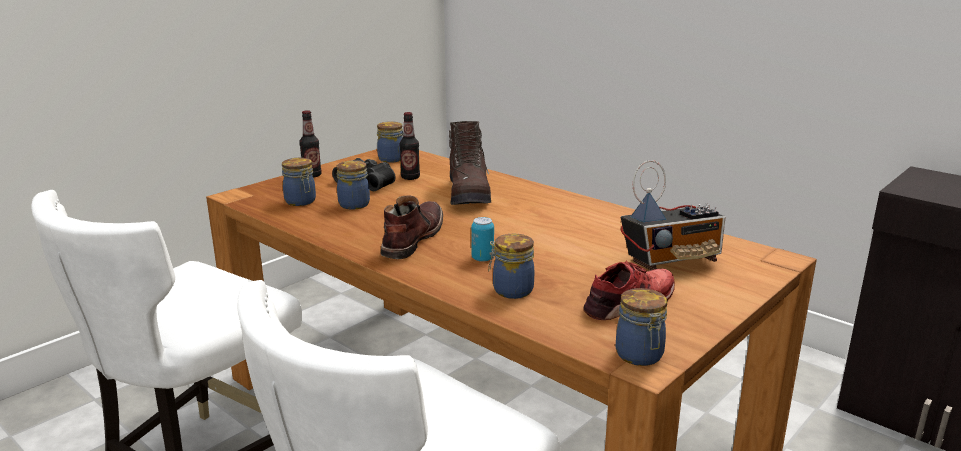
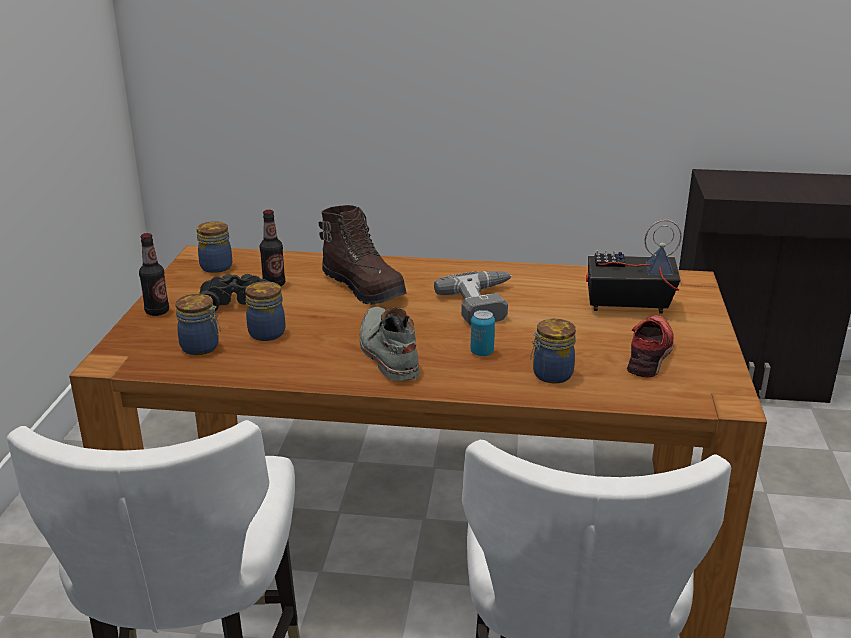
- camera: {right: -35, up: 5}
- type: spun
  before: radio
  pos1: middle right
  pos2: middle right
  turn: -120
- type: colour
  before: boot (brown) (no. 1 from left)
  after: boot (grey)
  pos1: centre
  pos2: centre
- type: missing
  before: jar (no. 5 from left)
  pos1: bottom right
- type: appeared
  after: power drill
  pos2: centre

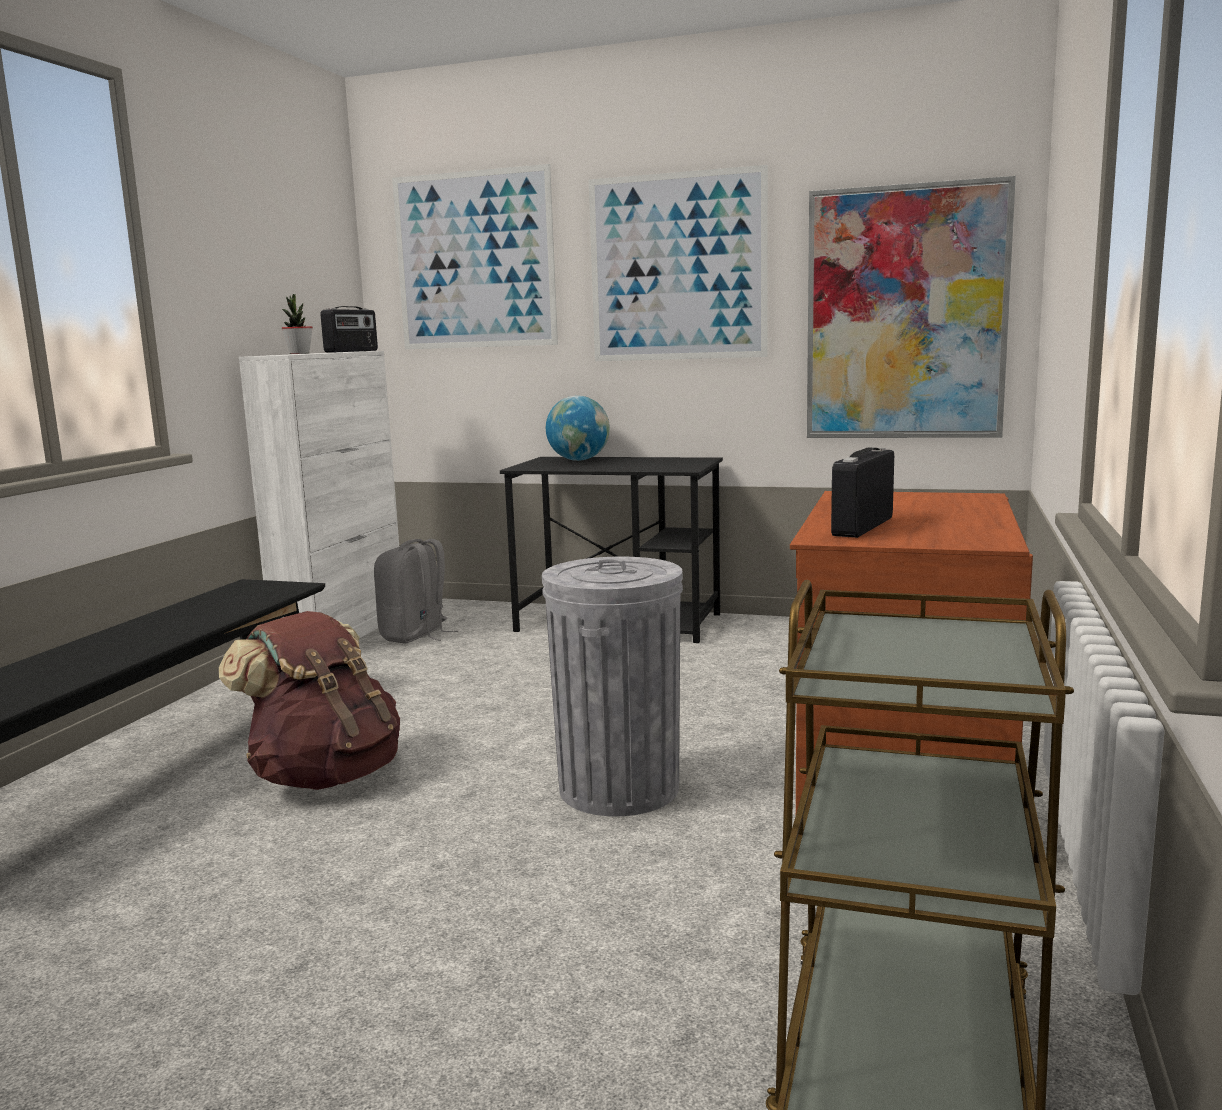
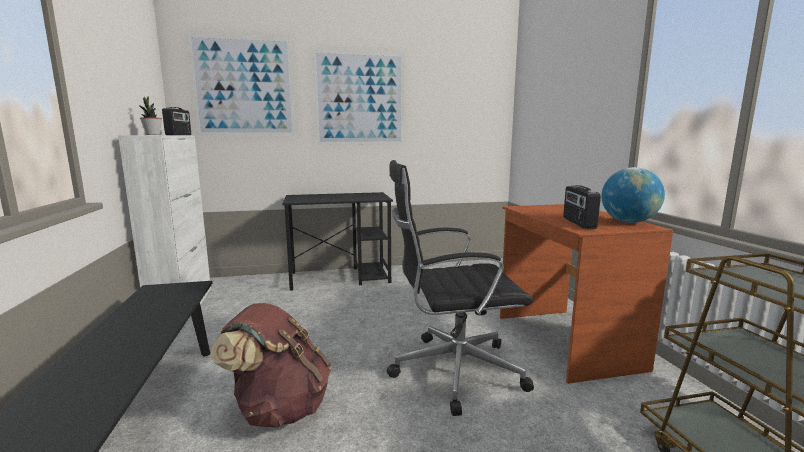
- camera: {right: -30, up: 0}
- type: missing
  before: picture (no. 3 from left)
  pos1: top right
- type: relocated
  before: globe
  pos1: centre
  pos2: middle right
- type: missing
  before: backpack (grey)
  pos1: centre
- type: exchanged
  before: trash can (grey)
  after: office chair (black)
  pos1: centre
  pos2: centre

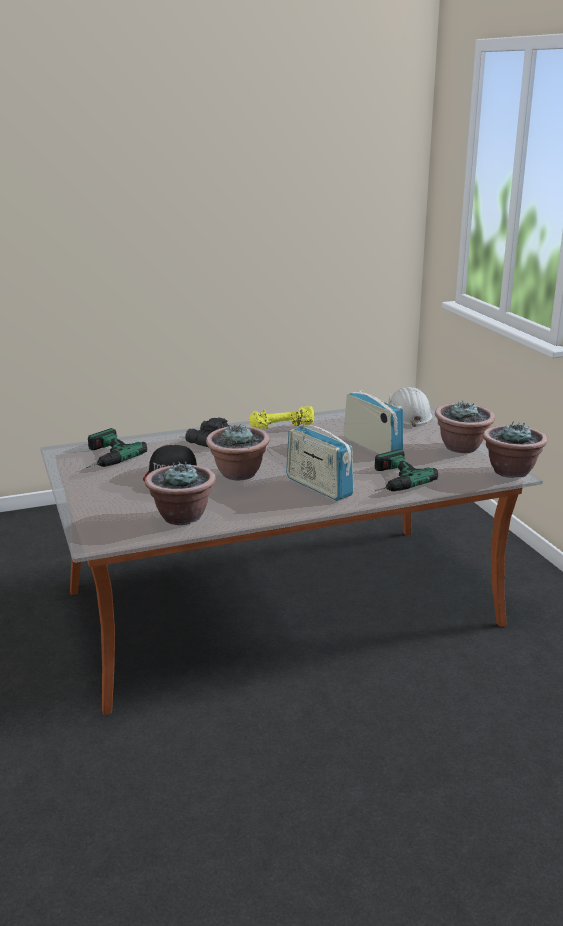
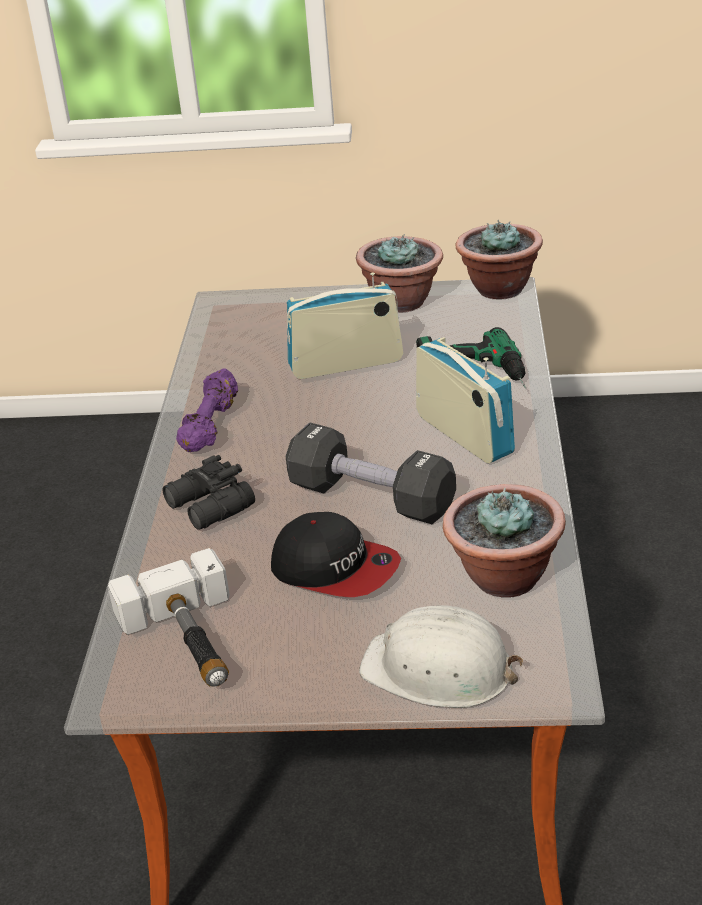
- camera: {right: -65, up: 10}
- type: relocated
  before: hard hat (white)
  pos1: middle right
  pos2: bottom centre
- type: colour
  before: dumbbell (yellow)
  after: dumbbell (purple)
  pos1: centre
  pos2: middle left
- type: spun
  before: radio (no. 1 from left in the first image)
  pos1: centre
  pos2: centre
  turn: -105
- type: exchanged
  before: potted plant (no. 2 from left)
  after: dumbbell (black)
  pos1: centre
  pos2: centre
- type: exchanged
  before: power drill (no. 1 from left)
  after: hammer
  pos1: middle left
  pos2: bottom left

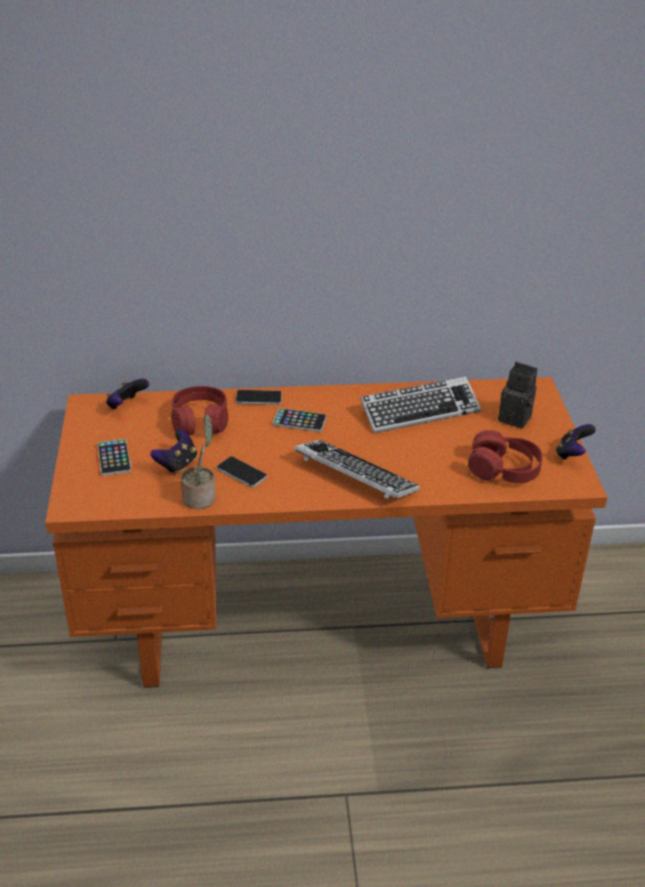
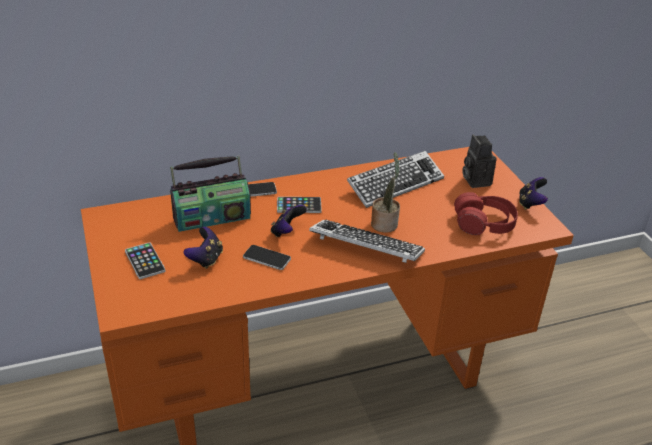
- camera: {right: -15, up: 0}
- type: spun
  before: photo camera
  pos1: middle right
  pos2: middle right
  turn: -120
- type: relocated
  before: game controller (no. 1 from left in the first image)
  after: game controller (no. 2 from left)
  pos1: middle left
  pos2: centre
- type: exchanged
  before: headphones (red) (no. 1 from left)
  after: radio
  pos1: middle left
  pos2: middle left
- type: relocated
  before: potted plant
  pos1: middle left
  pos2: centre

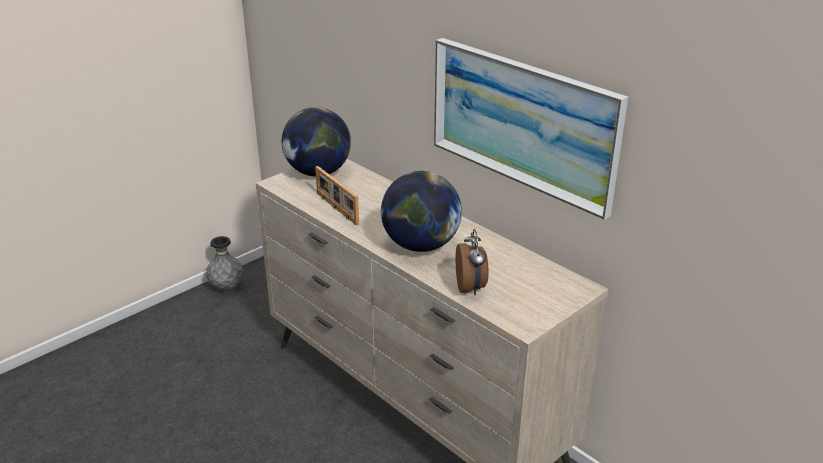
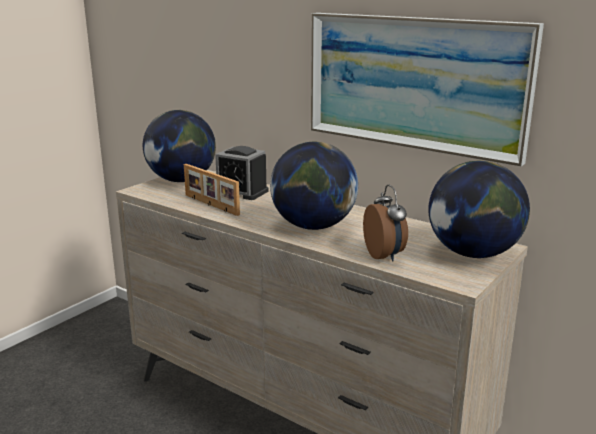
- camera: {right: -10, up: -10}
- type: missing
  before: vase (grey)
  pos1: middle left
- type: appeared
  after: alarm clock (no. 1 from left)
  pos2: centre
- type: appeared
  after: globe (no. 3 from left)
  pos2: middle right

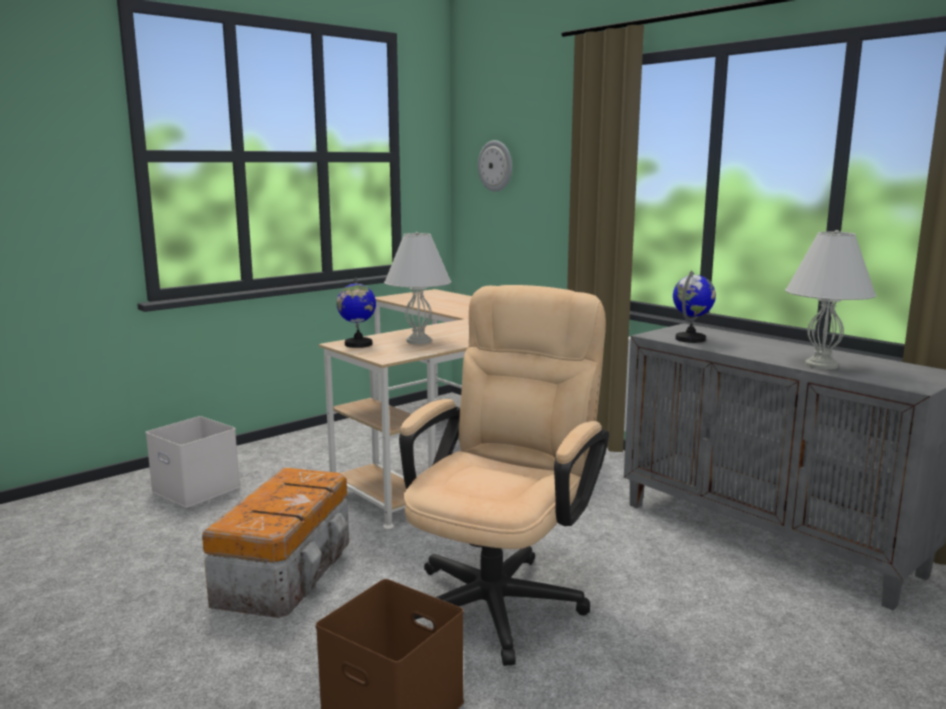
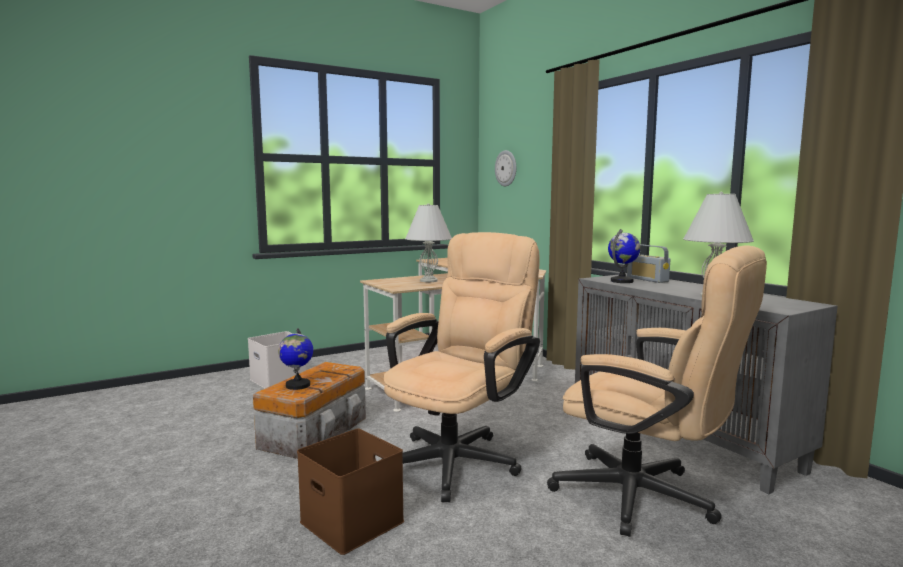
- camera: {right: 10, up: -5}
- type: relocated
  before: globe (no. 1 from left)
  pos1: centre
  pos2: middle left
- type: appeared
  after: radio
  pos2: middle right
- type: appeared
  after: office chair (beige) (no. 2 from left)
  pos2: bottom right

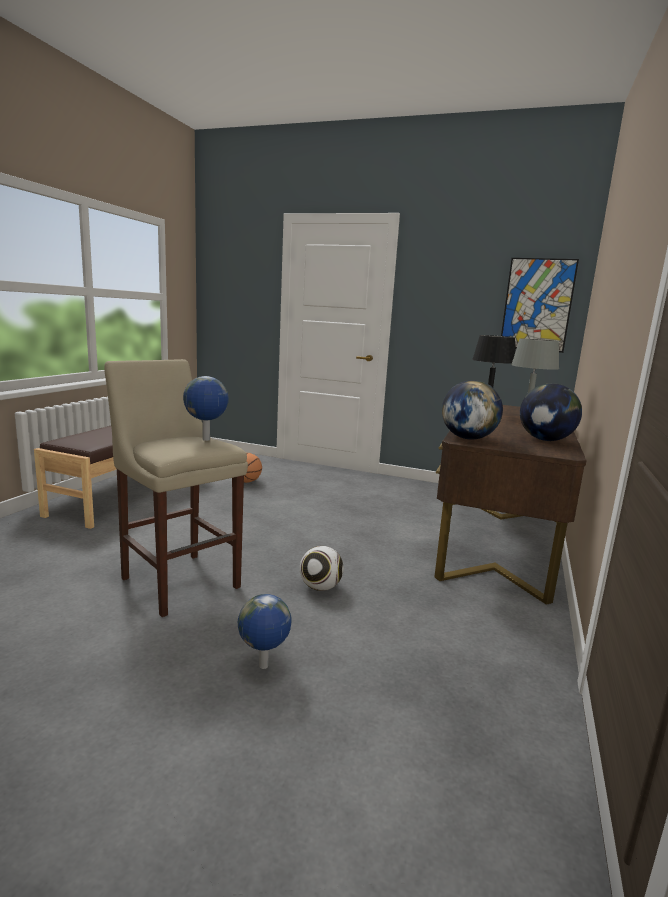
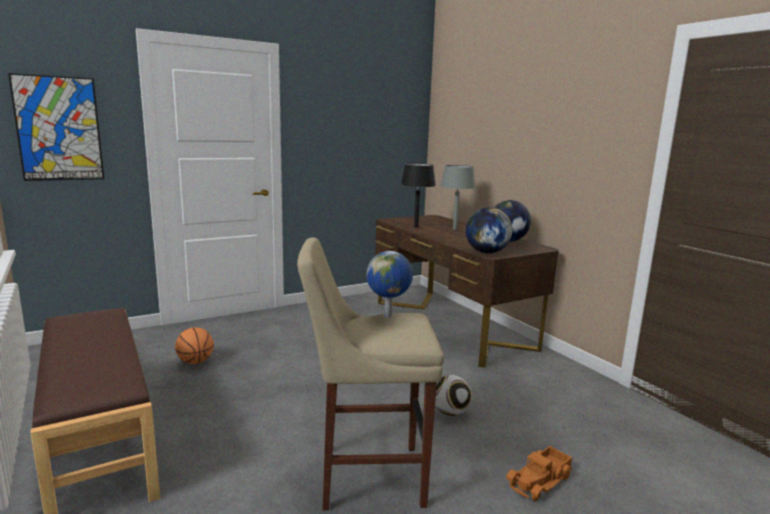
- camera: {right: -50, up: 0}
- type: relocated
  before: picture
  pos1: middle right
  pos2: top left
- type: exchanged
  before: globe (no. 2 from left)
  after: toy truck
  pos1: bottom centre
  pos2: bottom right

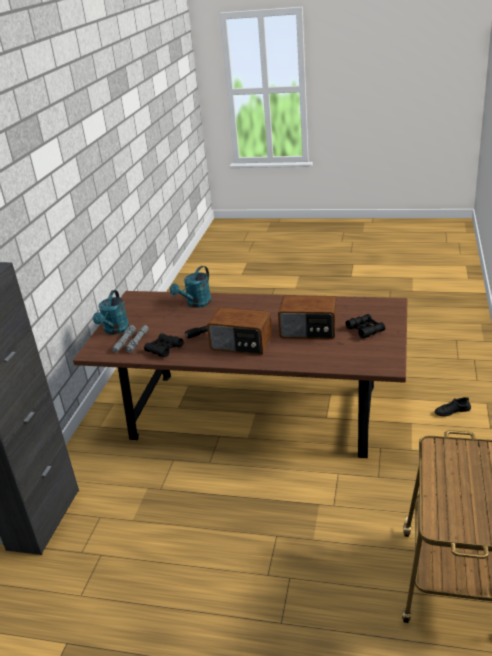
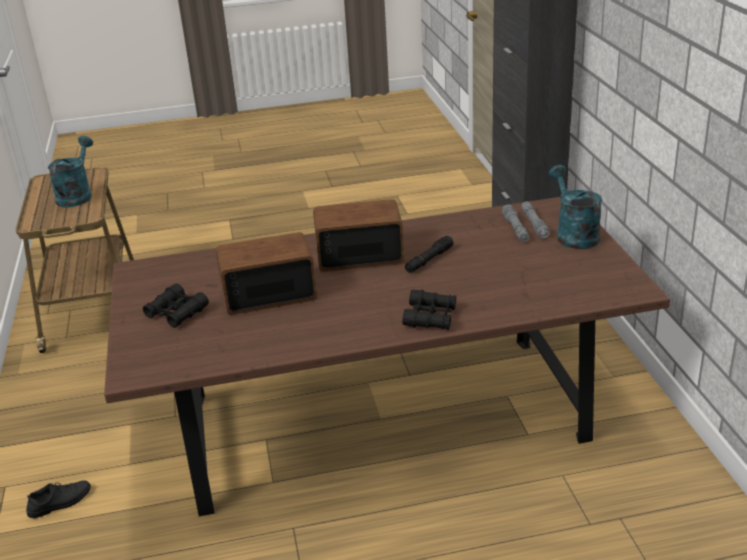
- camera: {right: 155, up: 0}
- type: relocated
  before: watering can (turquoise) (no. 2 from left in the first image)
  after: watering can (turquoise) (no. 1 from left)
  pos1: centre
  pos2: top left
- type: relocated
  before: binoculars (black) (no. 1 from left in the first image)
  after: binoculars (black) (no. 2 from left)
  pos1: middle left
  pos2: centre

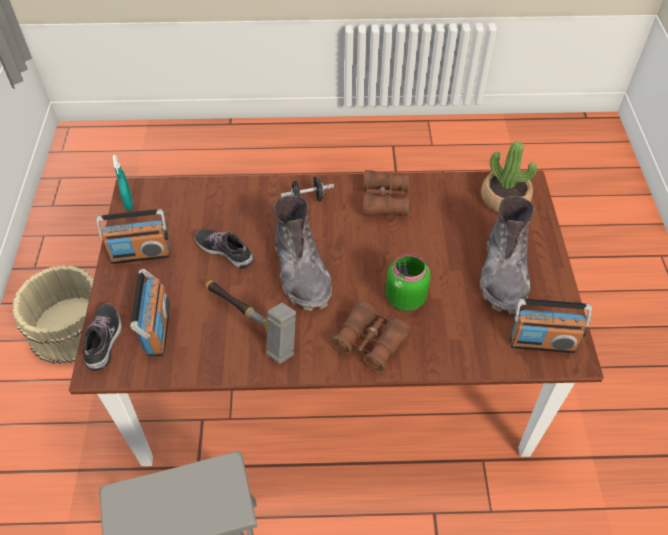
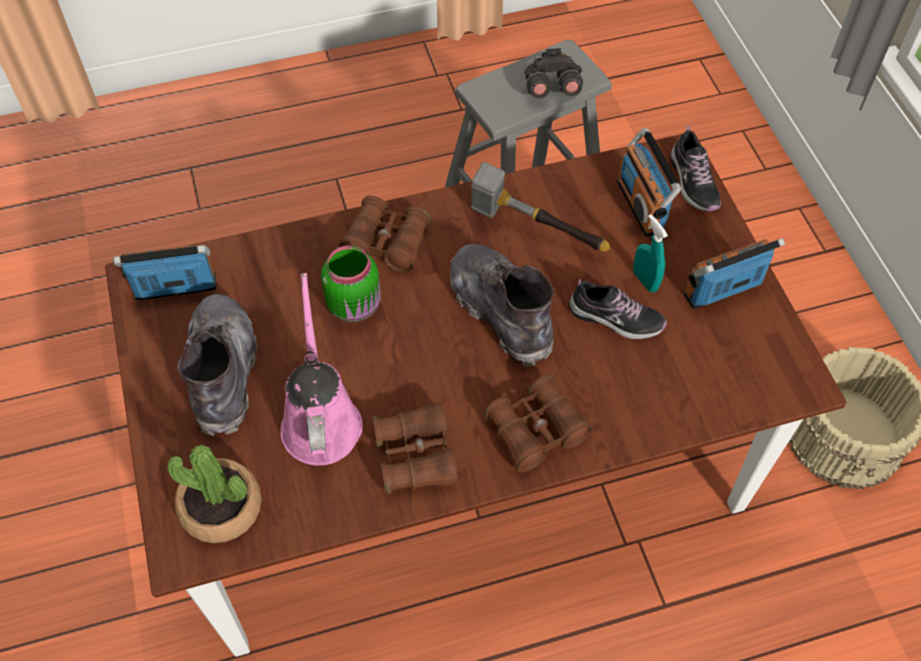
- camera: {right: 165, up: 5}
- type: relocated
  before: spray bottle (turquoise)
  pos1: middle left
  pos2: middle right
- type: exchanged
  before: dumbbell (black)
  after: binoculars (brown) (no. 3 from left)
  pos1: centre
  pos2: centre
- type: appeared
  after: binoculars (grey)
  pos2: top centre
- type: appeared
  after: watering can (pink)
  pos2: centre

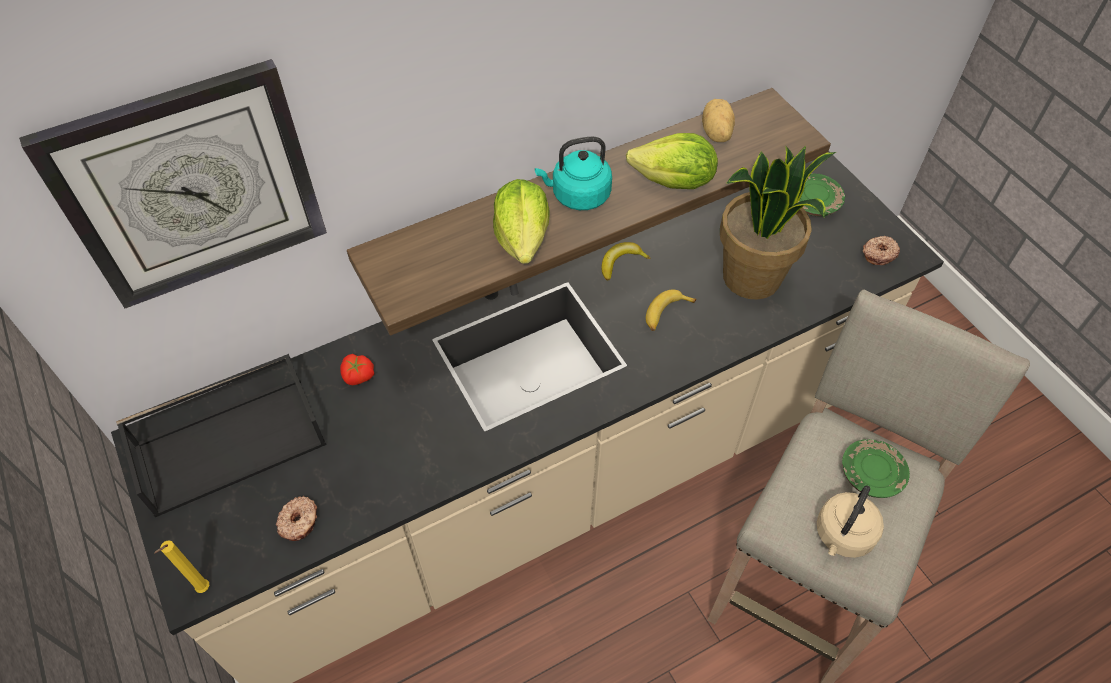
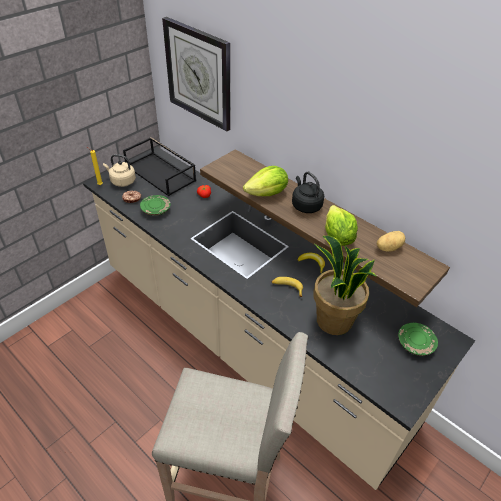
- camera: {right: 70, up: -10}
- type: colour
  before: kettle (turquoise)
  after: kettle (black)
  pos1: top centre
  pos2: centre
- type: missing
  before: donut (no. 2 from left)
  pos1: middle right
- type: relocated
  before: plate (green) (no. 2 from left in the first image)
  after: plate (green) (no. 1 from left)
  pos1: bottom right
  pos2: middle left
- type: relocated
  before: kettle (beige)
  pos1: bottom right
  pos2: middle left

